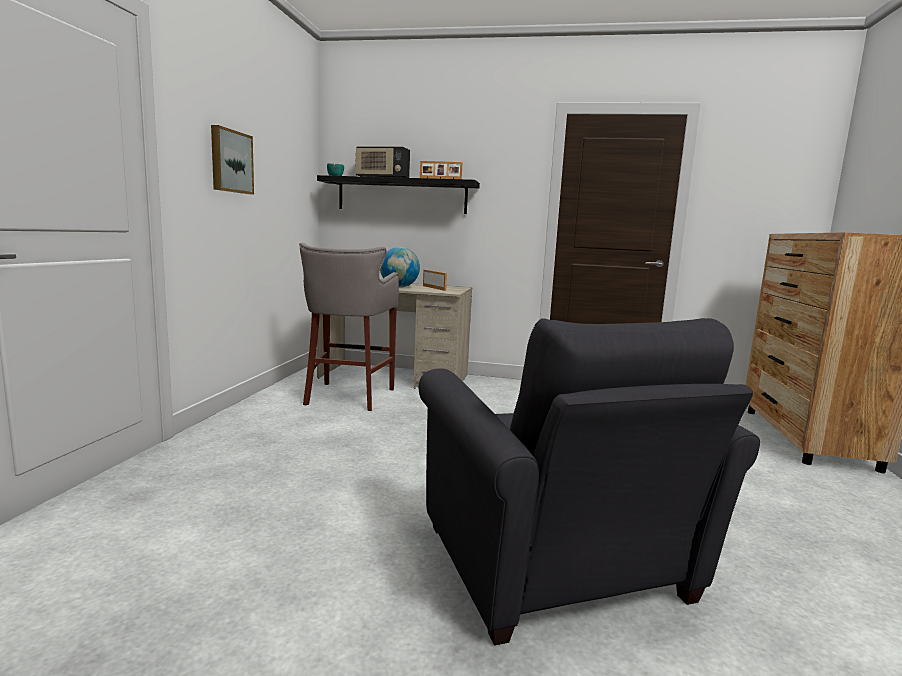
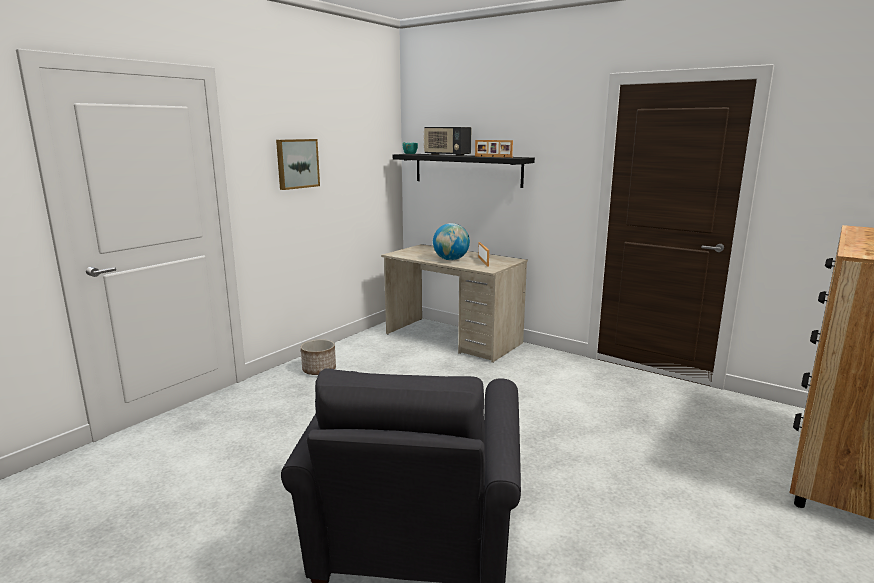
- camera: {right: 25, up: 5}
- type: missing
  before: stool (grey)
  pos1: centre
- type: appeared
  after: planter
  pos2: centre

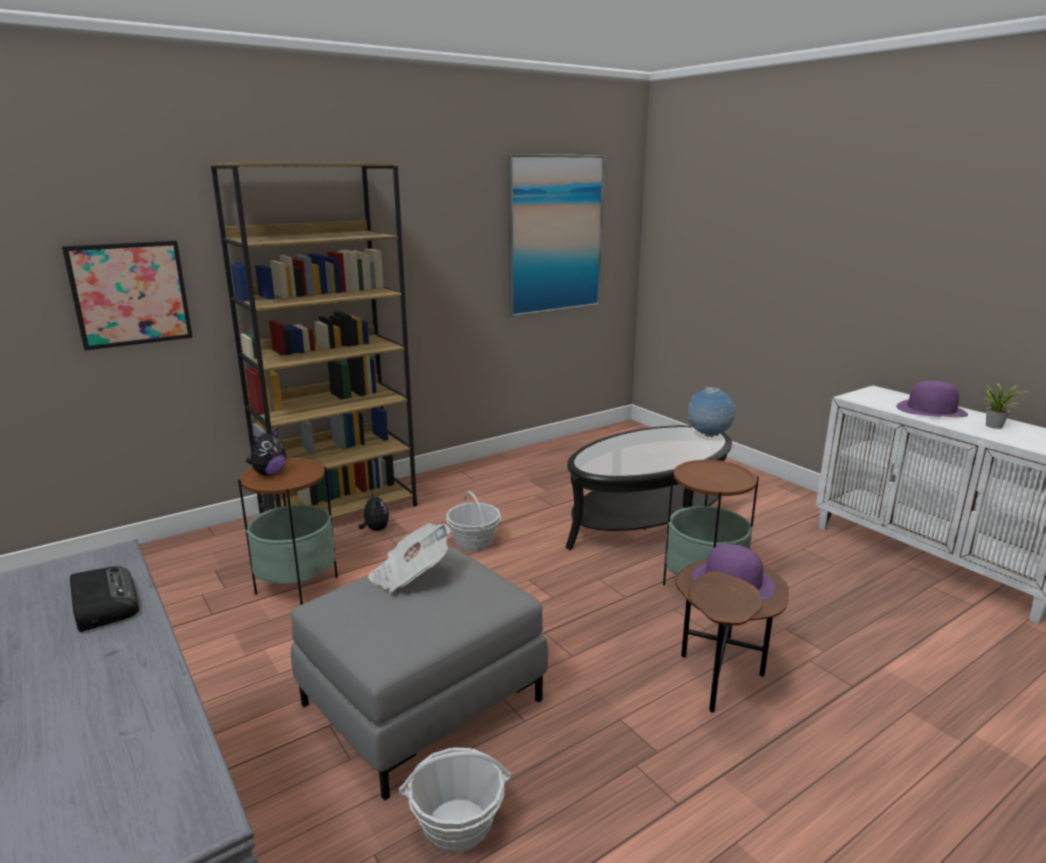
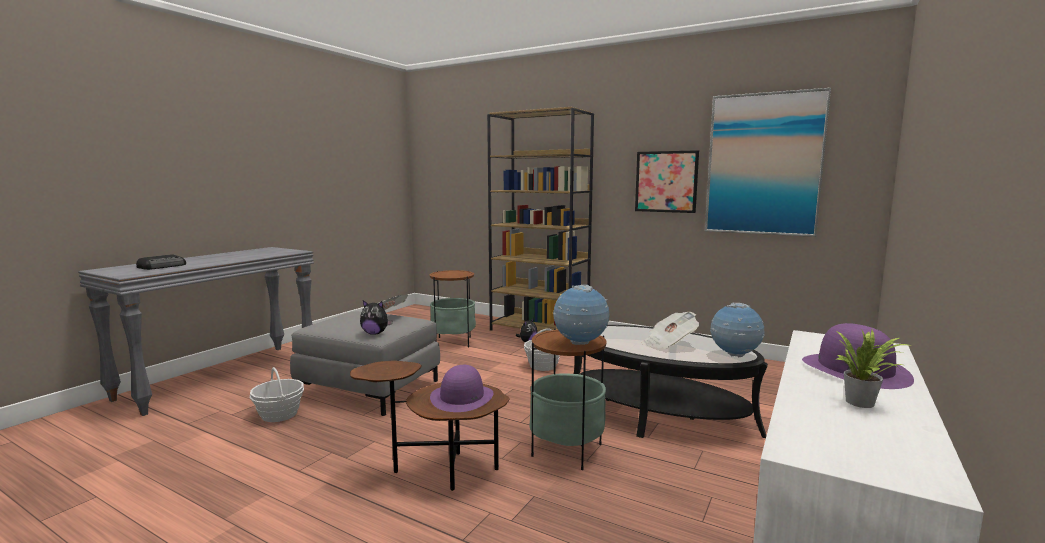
- camera: {right: 65, up: -10}
- type: relocated
  before: picture (no. 1 from left)
  pos1: middle left
  pos2: centre
- type: relocated
  before: plush toy (no. 1 from left)
  pos1: middle left
  pos2: centre
- type: relocated
  before: radio
  pos1: bottom left
  pos2: middle left
- type: appeared
  after: globe (no. 1 from left)
  pos2: centre
- type: appeared
  after: newspaper (no. 2 from left)
  pos2: centre

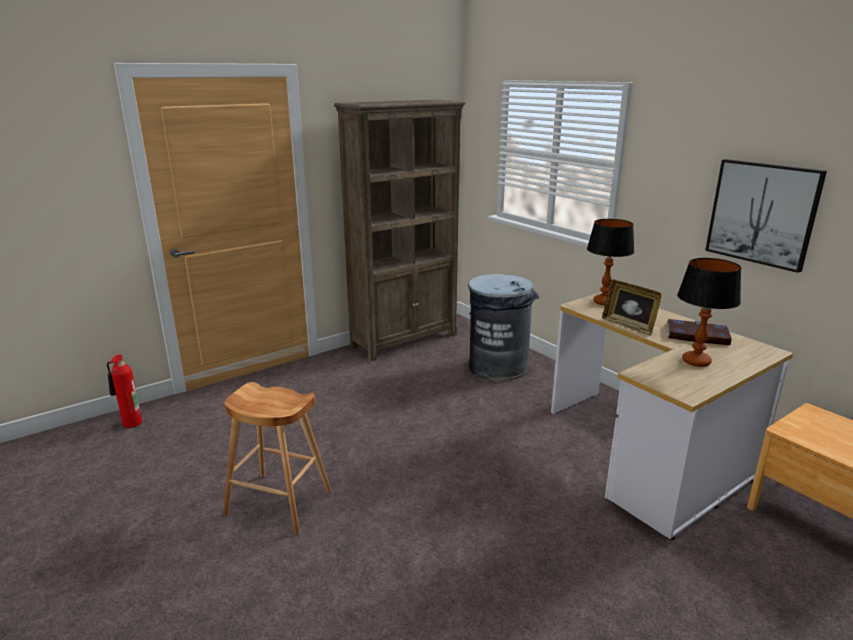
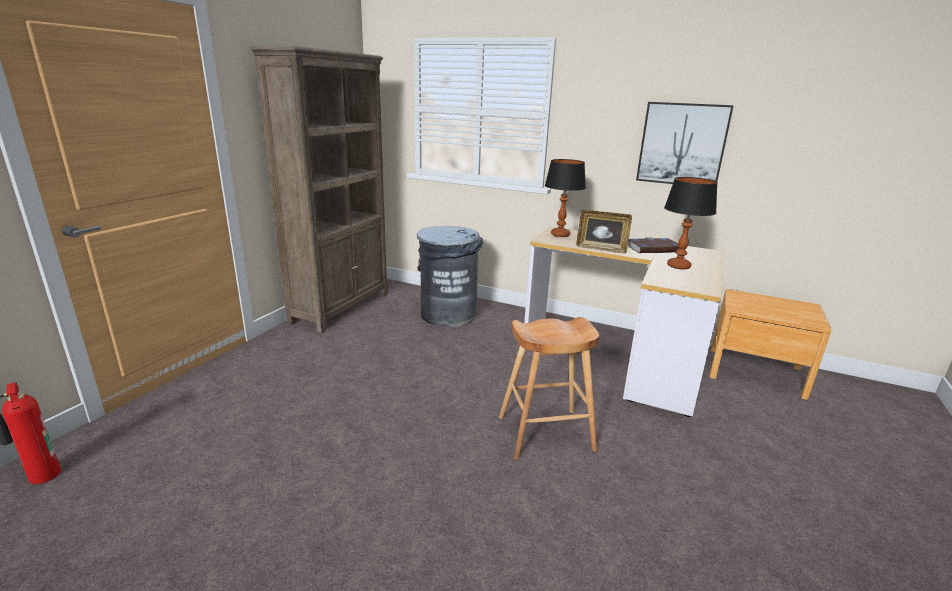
- camera: {right: -30, up: 0}
- type: relocated
  before: stool (brown)
  pos1: bottom left
  pos2: centre

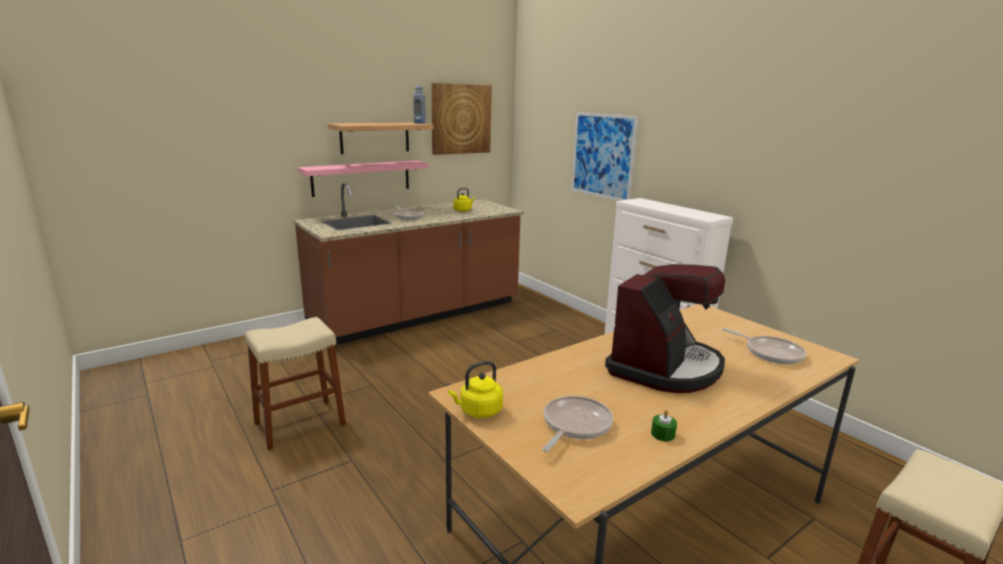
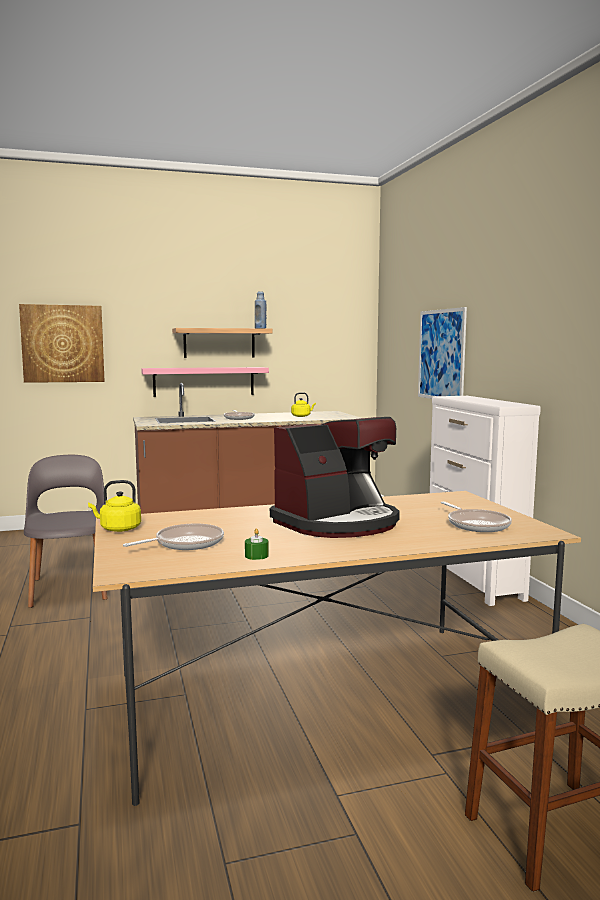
- camera: {right: 20, up: -10}
- type: relocated
  before: picture (no. 1 from left)
  pos1: top centre
  pos2: middle left
- type: exchanged
  before: stool (beige) (no. 1 from left)
  after: chair (grey)
  pos1: bottom left
  pos2: middle left

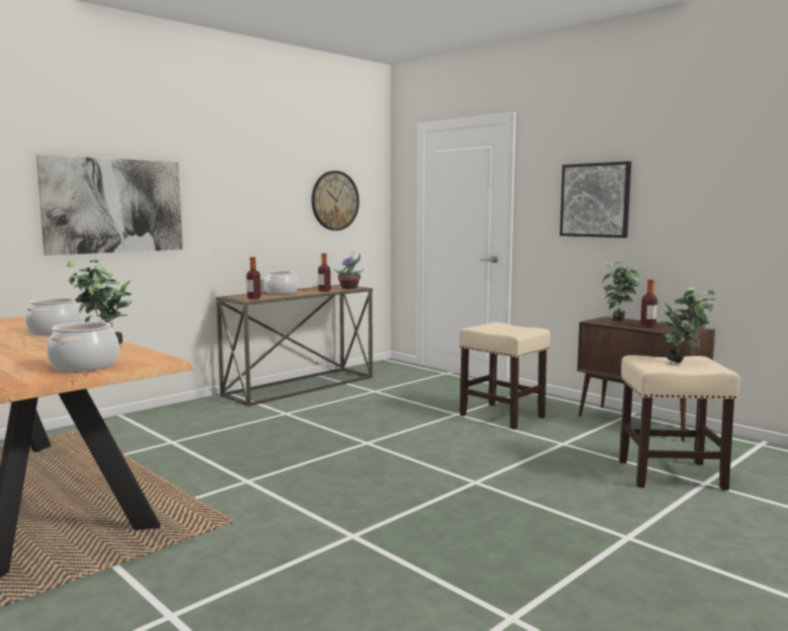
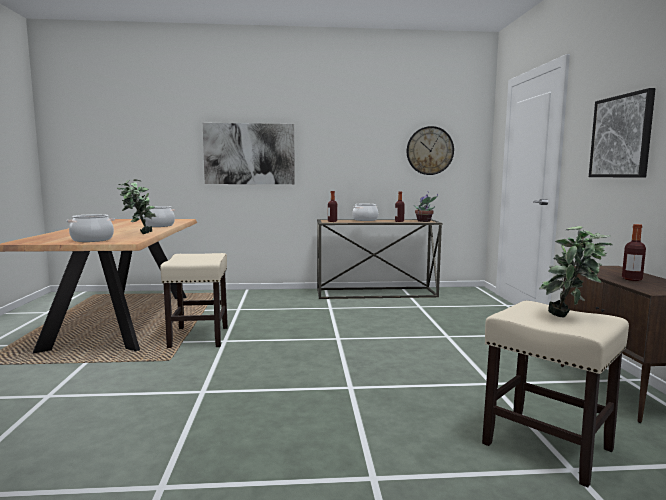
- camera: {right: 40, up: 0}
- type: missing
  before: potted plant (no. 3 from left)
  pos1: middle right
- type: relocated
  before: stool (beige) (no. 1 from left)
  pos1: centre
  pos2: middle left

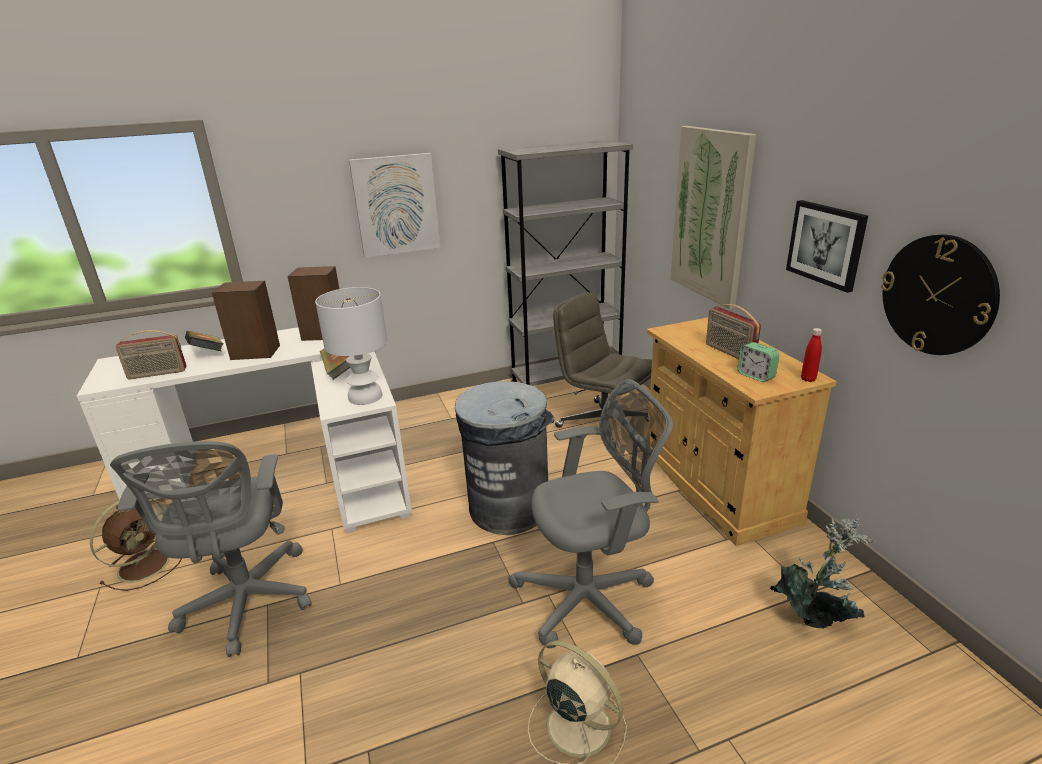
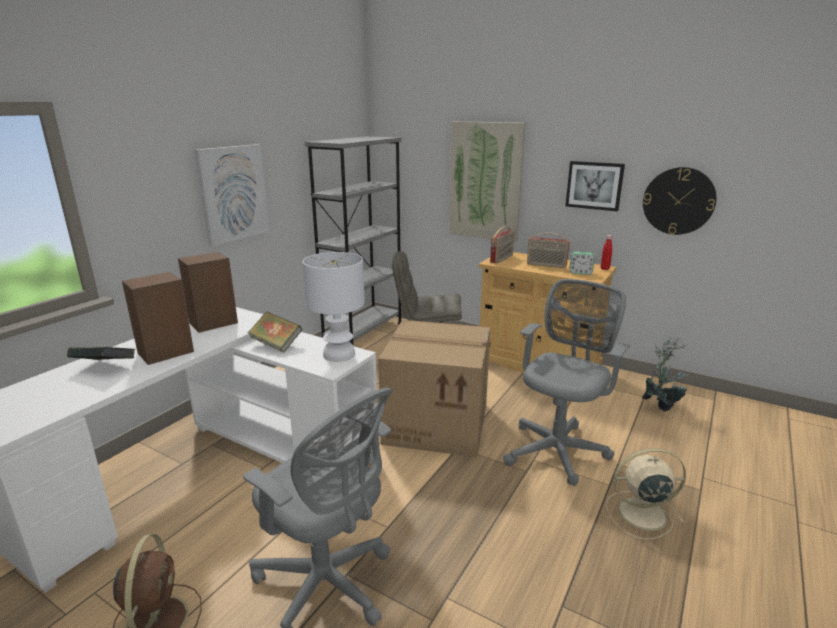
- camera: {right: -40, up: -5}
- type: relocated
  before: radio (no. 1 from left)
  pos1: middle left
  pos2: centre
- type: exchanged
  before: trash can (grey)
  after: cardboard box
  pos1: centre
  pos2: centre

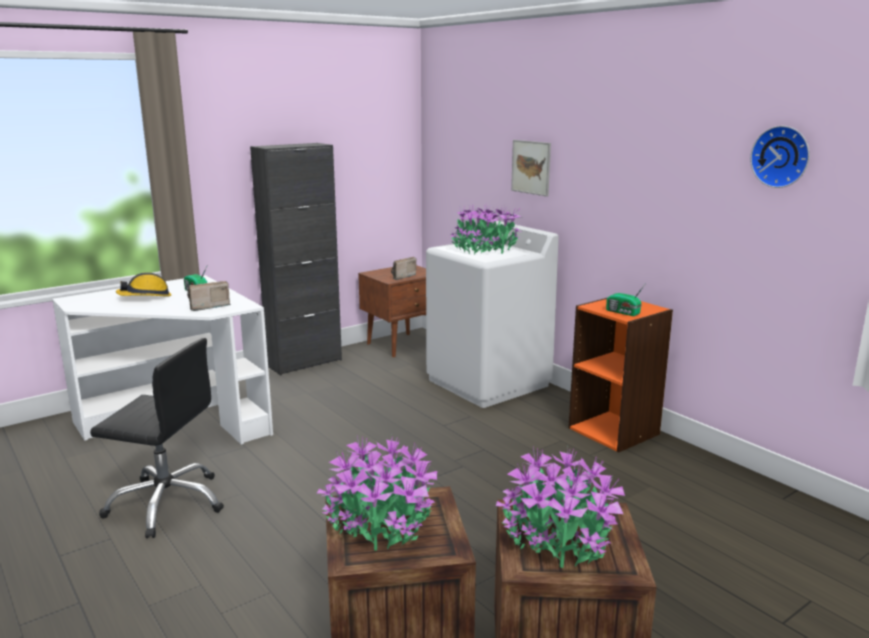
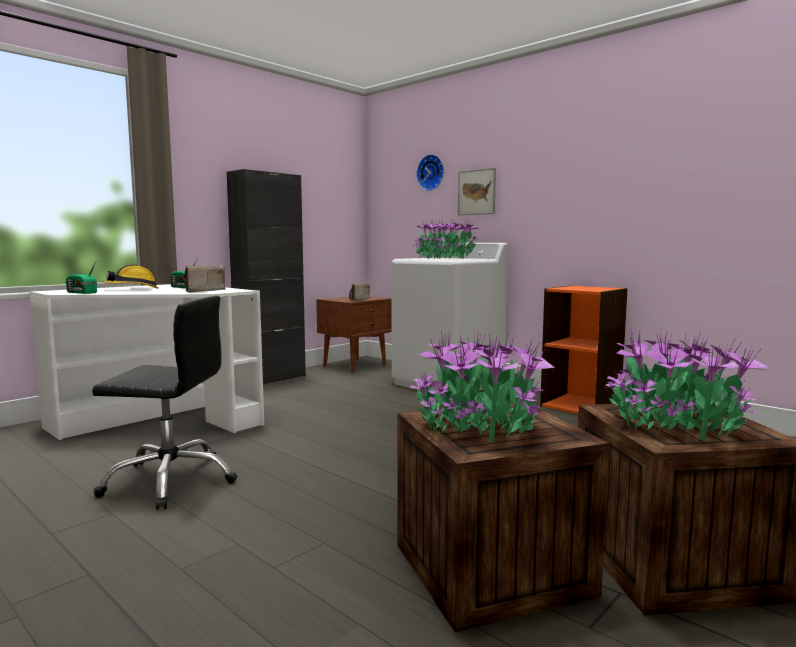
- camera: {right: -10, up: -10}
- type: relocated
  before: wall clock
  pos1: top right
  pos2: top centre
- type: relocated
  before: radio (no. 4 from left in the first image)
  after: radio (no. 1 from left)
  pos1: middle right
  pos2: middle left

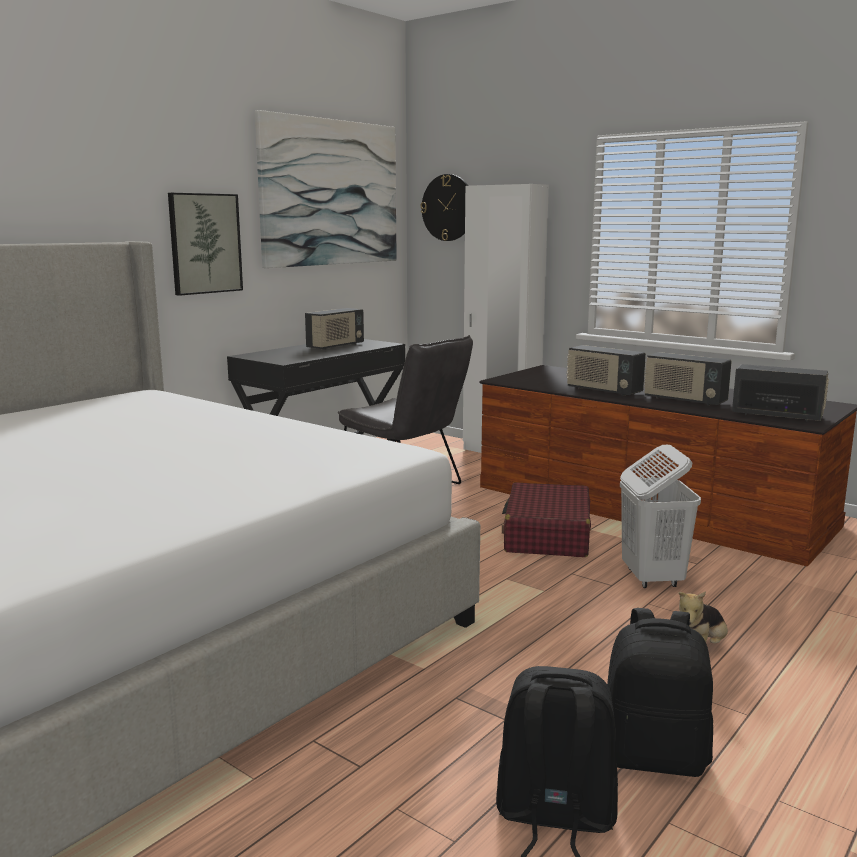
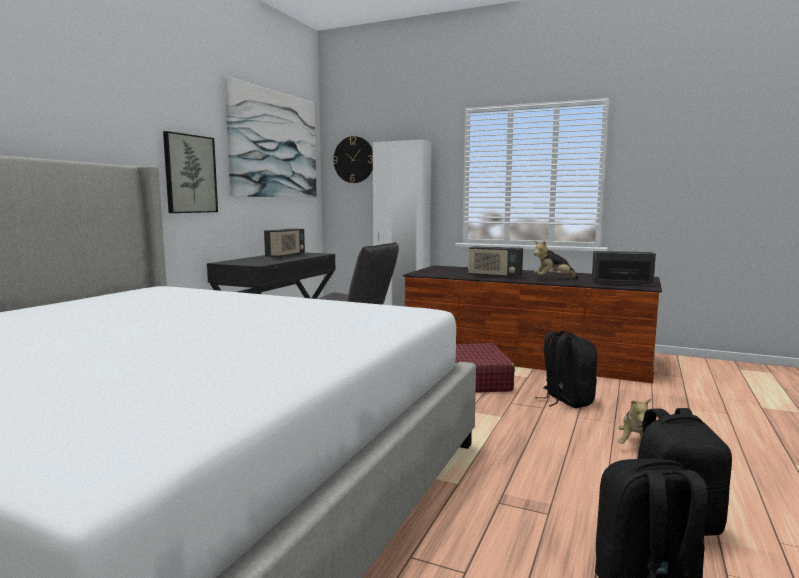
- camera: {right: -15, up: -5}
- type: exchanged
  before: radio (no. 3 from left)
  after: plush toy (no. 1 from left)
  pos1: middle right
  pos2: middle right
- type: exchanged
  before: laundry basket (white)
  after: backpack (black) (no. 1 from left)
  pos1: middle right
  pos2: middle right

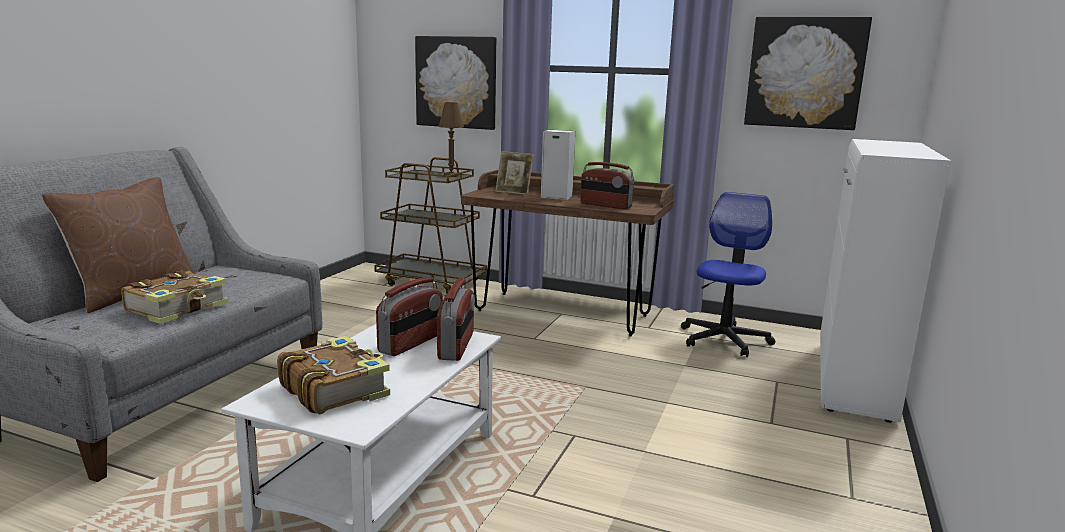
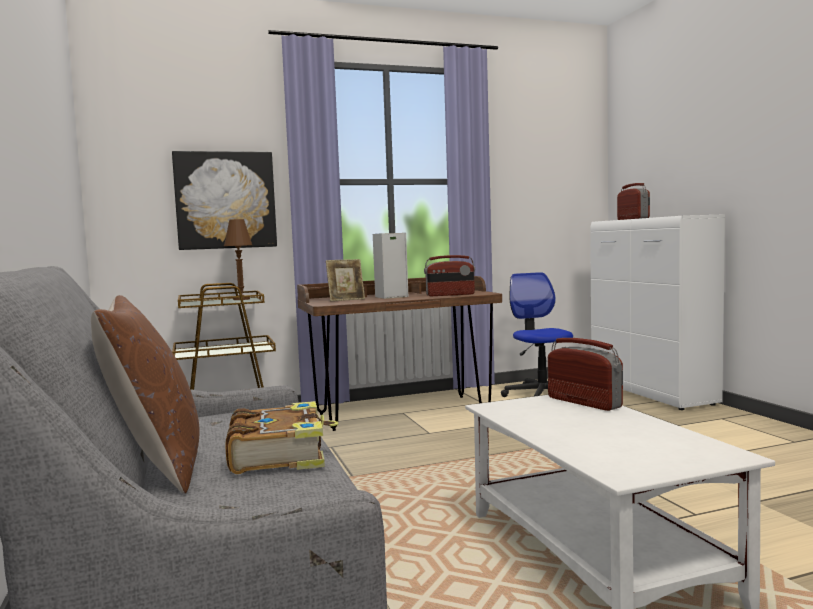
- camera: {right: -40, up: -10}
- type: missing
  before: picture (no. 2 from left)
  pos1: top right
- type: relocated
  before: radio (no. 1 from left in the first image)
  after: radio (no. 3 from left)
  pos1: centre
  pos2: top right
- type: missing
  before: book (no. 2 from left)
  pos1: bottom left

